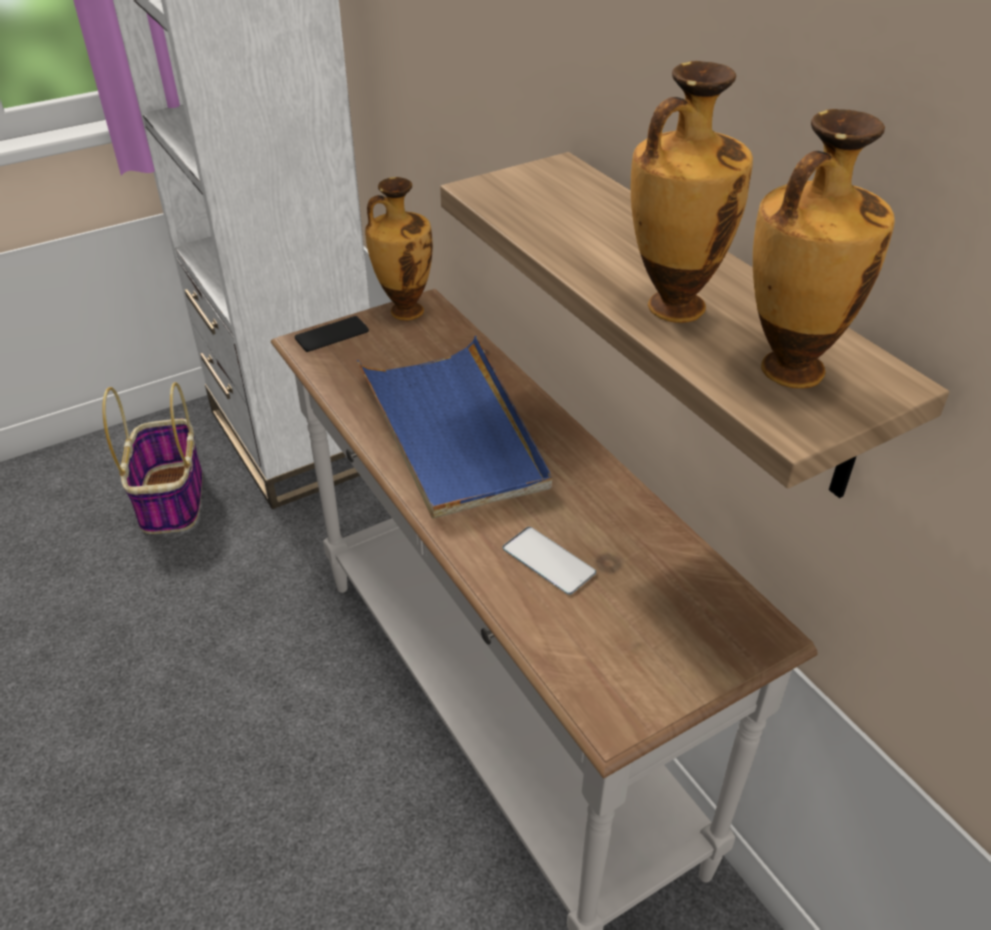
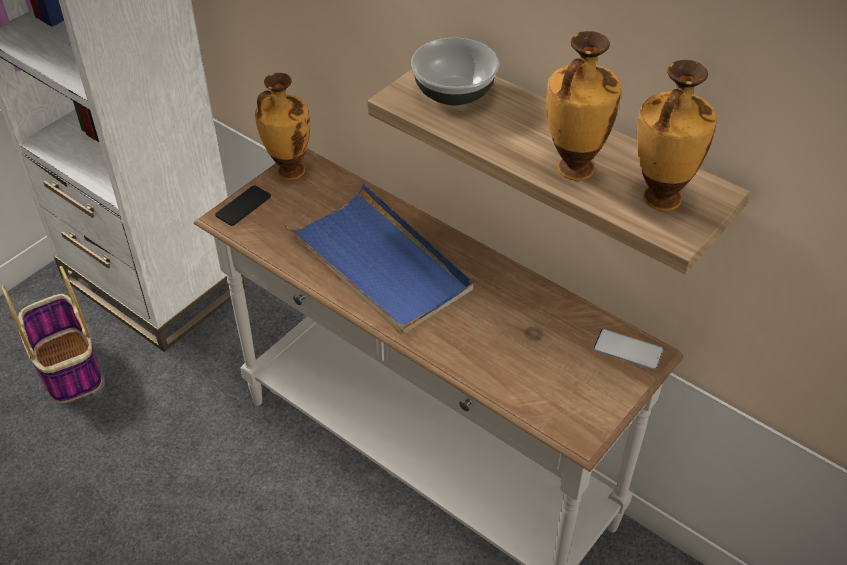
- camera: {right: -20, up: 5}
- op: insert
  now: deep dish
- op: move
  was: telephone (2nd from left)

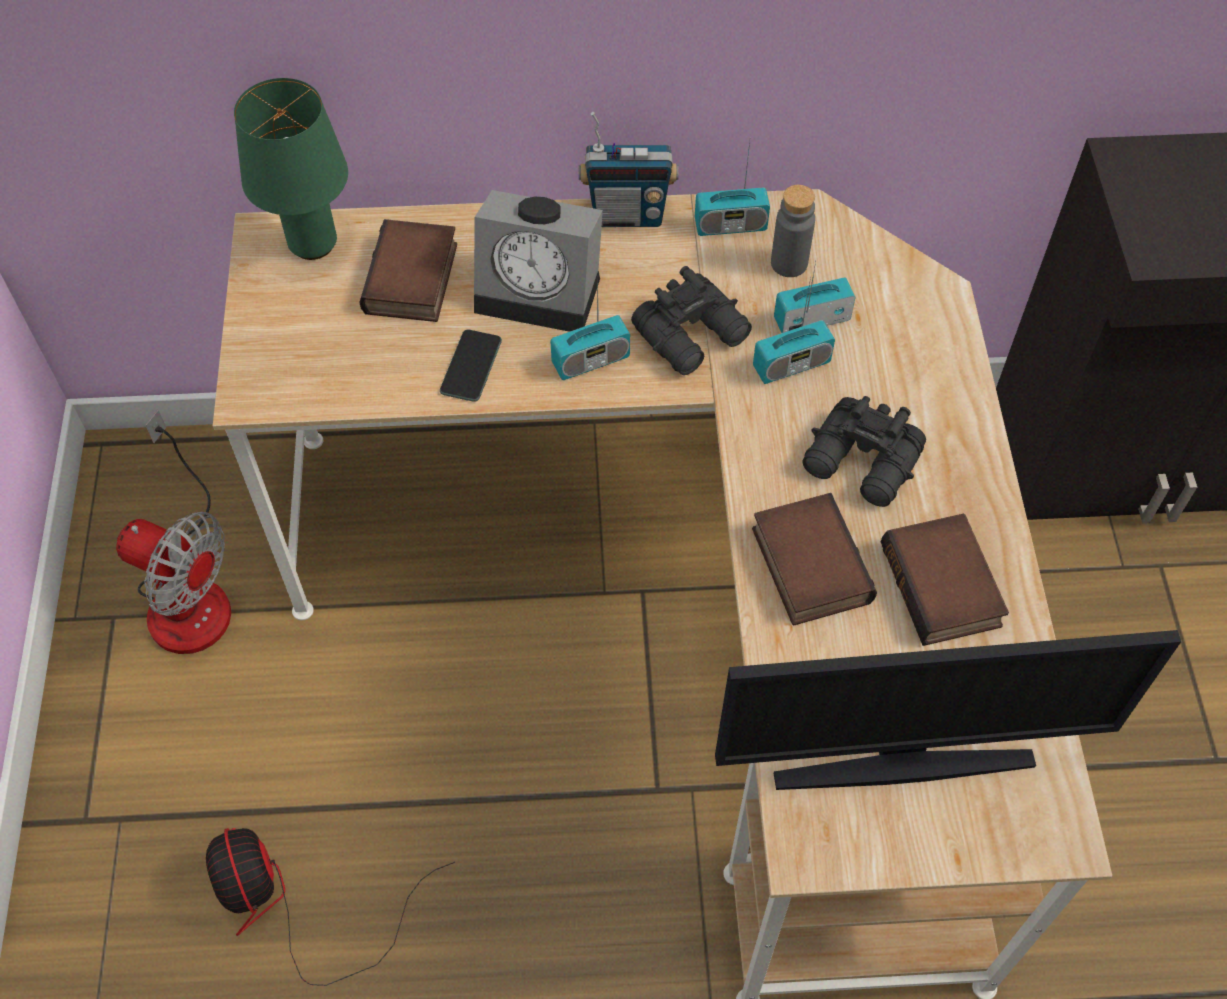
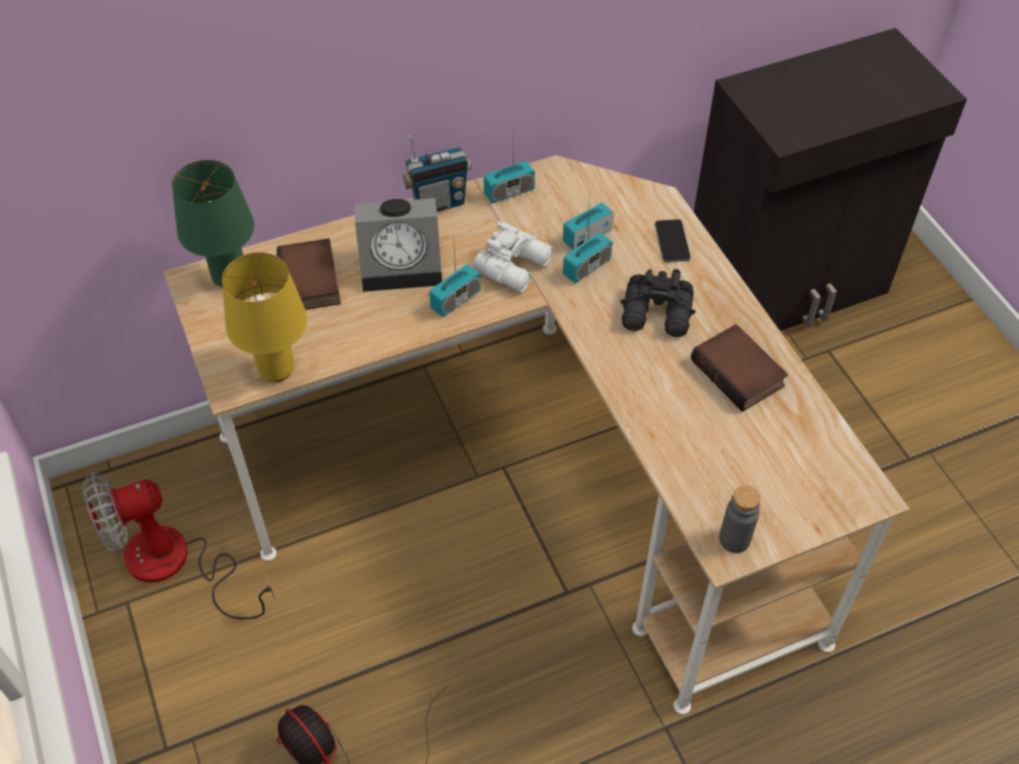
- camera: {right: -20, up: -5}
- op: rotate
  was: electric fan (1st from left)
  clockwise: 150
- op: insert
  now: yellow table lamp
- op: recolor
  was: black-coloured pair of binoculars (1st from left)
  now: white pair of binoculars
- op: move
  was: telephone
- op: move
  was: grey beverage bottle
- op: delete
  was: computer screen
- op: delete
  was: bound book (2nd from left)

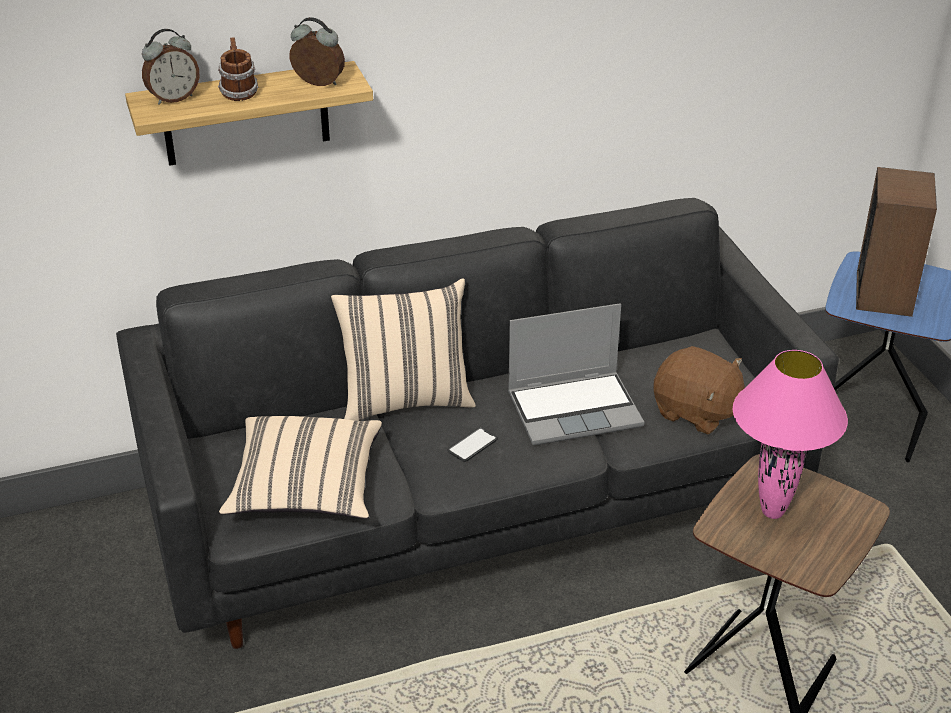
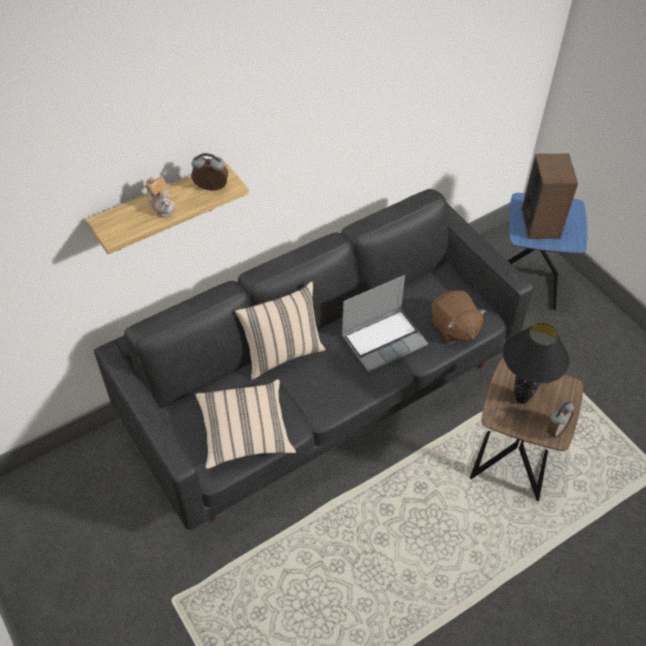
- camera: {right: -15, up: 15}
- op: replace
  was: coffee mug
  now: teapot
- op: rotate
  was: brown-coloured plush toy
  clockwise: 45
- op: recolor
  was: pinkish table lamp
  now: black-coloured table lamp
- op: move
  was: table clock (1st from left in the first image)
  now: table clock (2nd from left)
- op: delete
  was: telephone

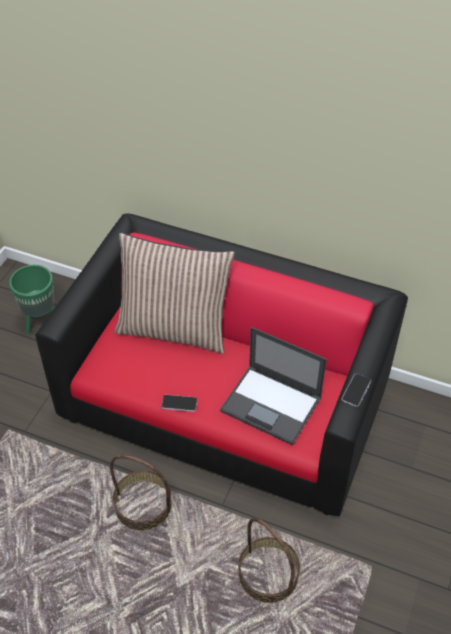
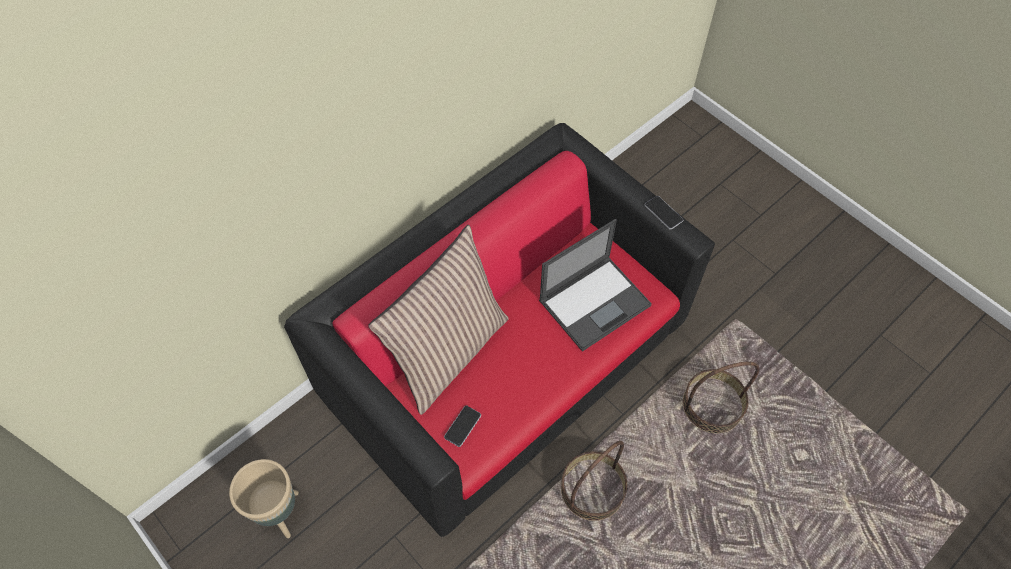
- camera: {right: -65, up: 10}
- op: recolor
  was: green-coloured flower pot
  now: beige flower pot
- op: move
  was: telephone (1st from left)

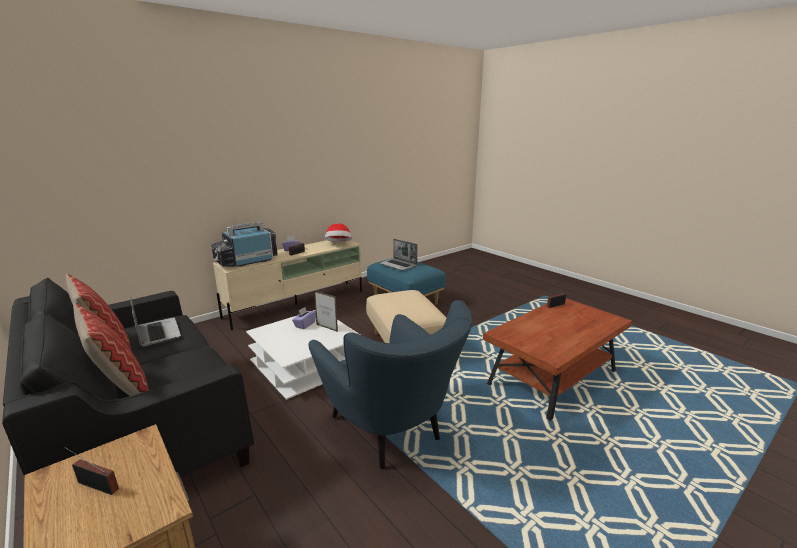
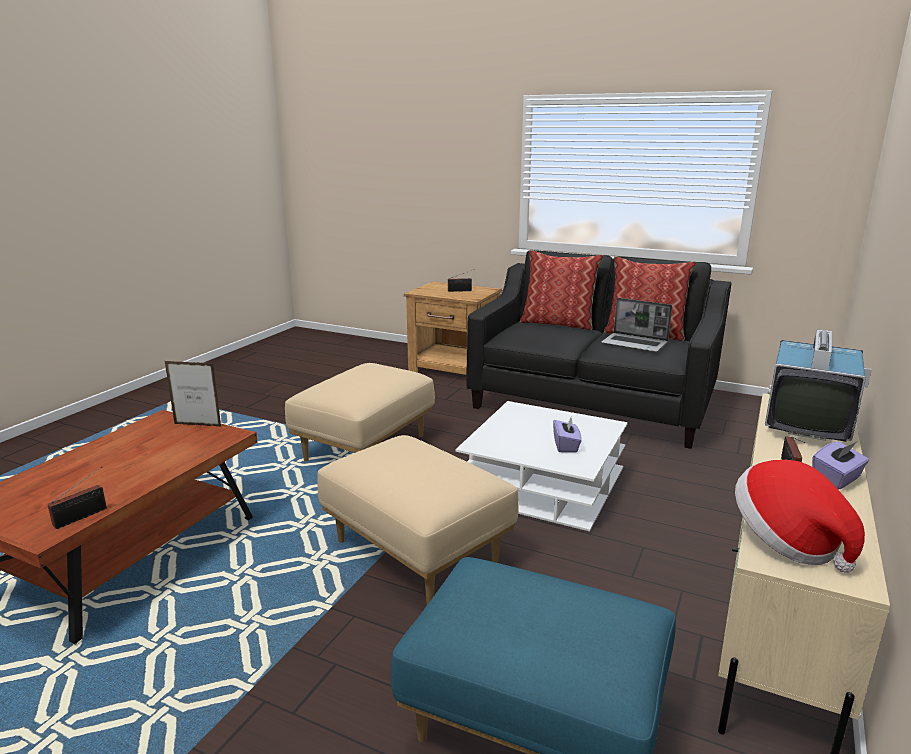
- camera: {right: 155, up: 0}
- op: move
  was: picture frame
- op: replace
  was: blue-coloured easy chair
  now: beige ottoman (1st from left)
- op: delete
  was: notebook computer (2nd from left)

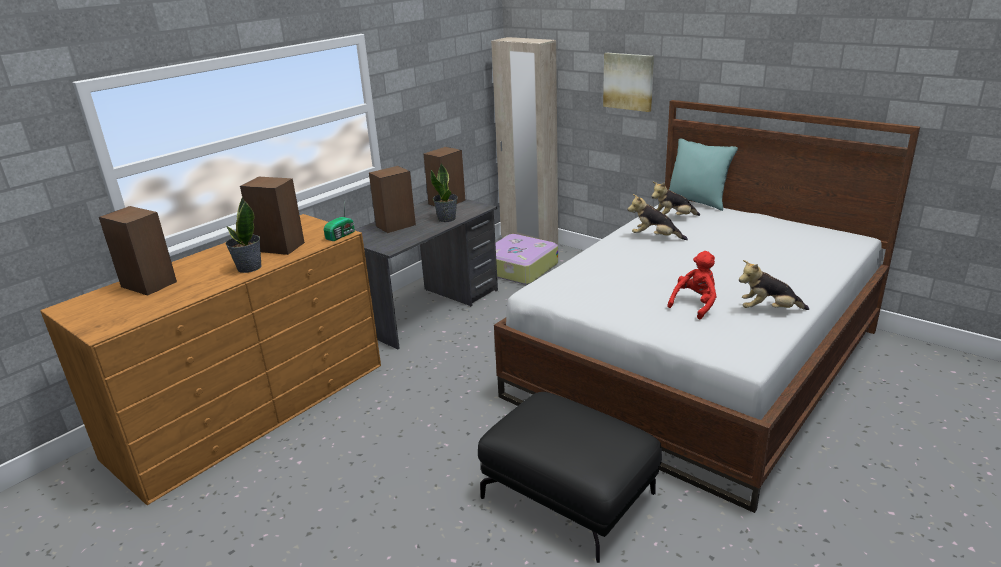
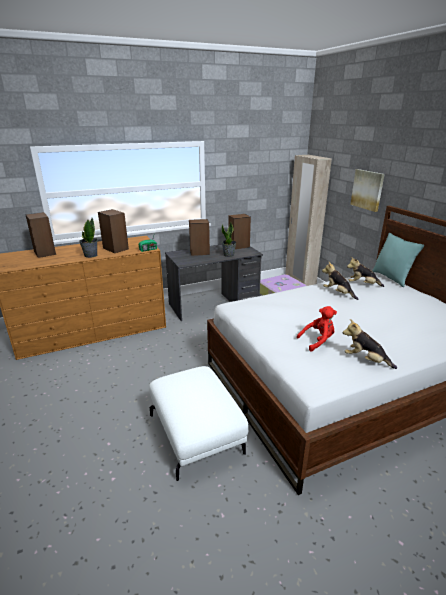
- camera: {right: 25, up: 0}
- op: recolor
  was: black-coloured ottoman
  now: white ottoman

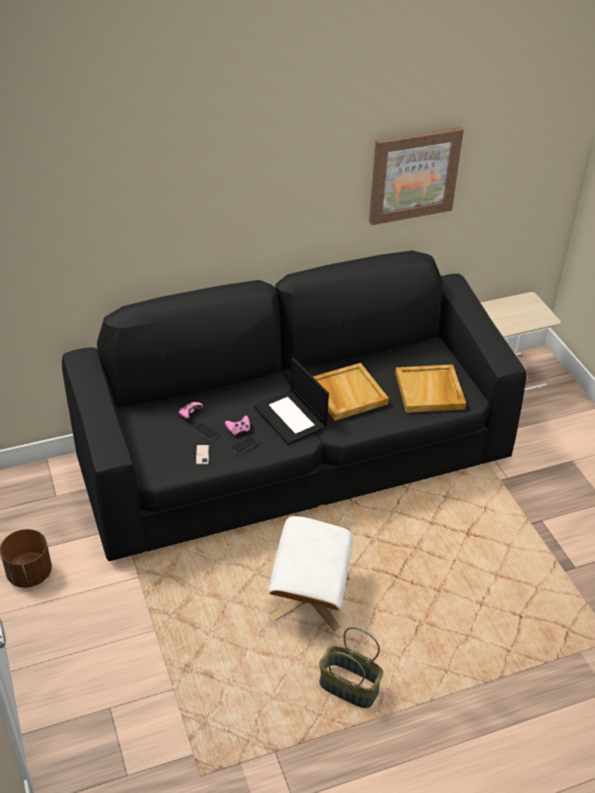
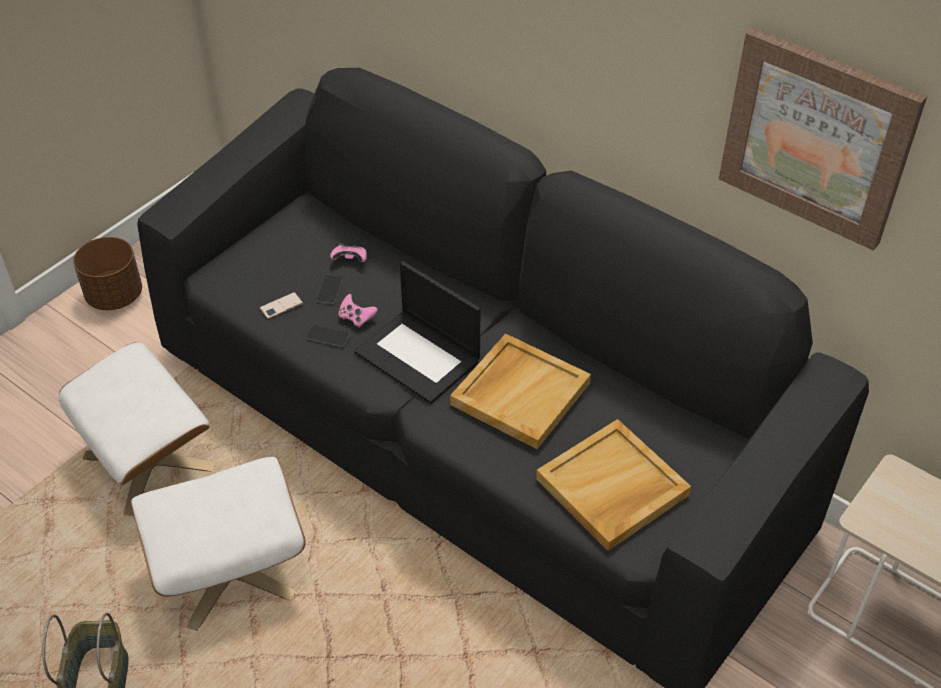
- camera: {right: 60, up: 5}
- op: insert
  now: white ottoman (1st from left)
- op: rotate
  was: notebook computer
  clockwise: -75

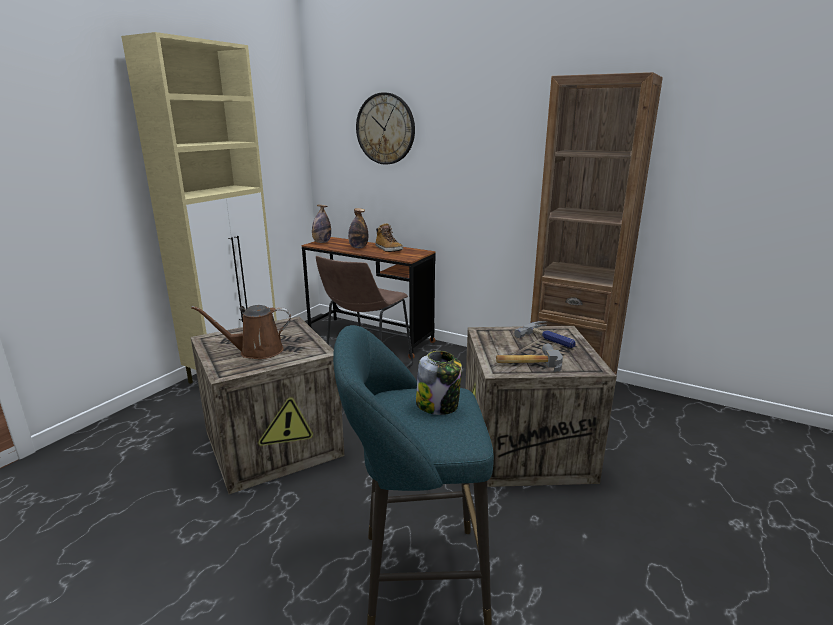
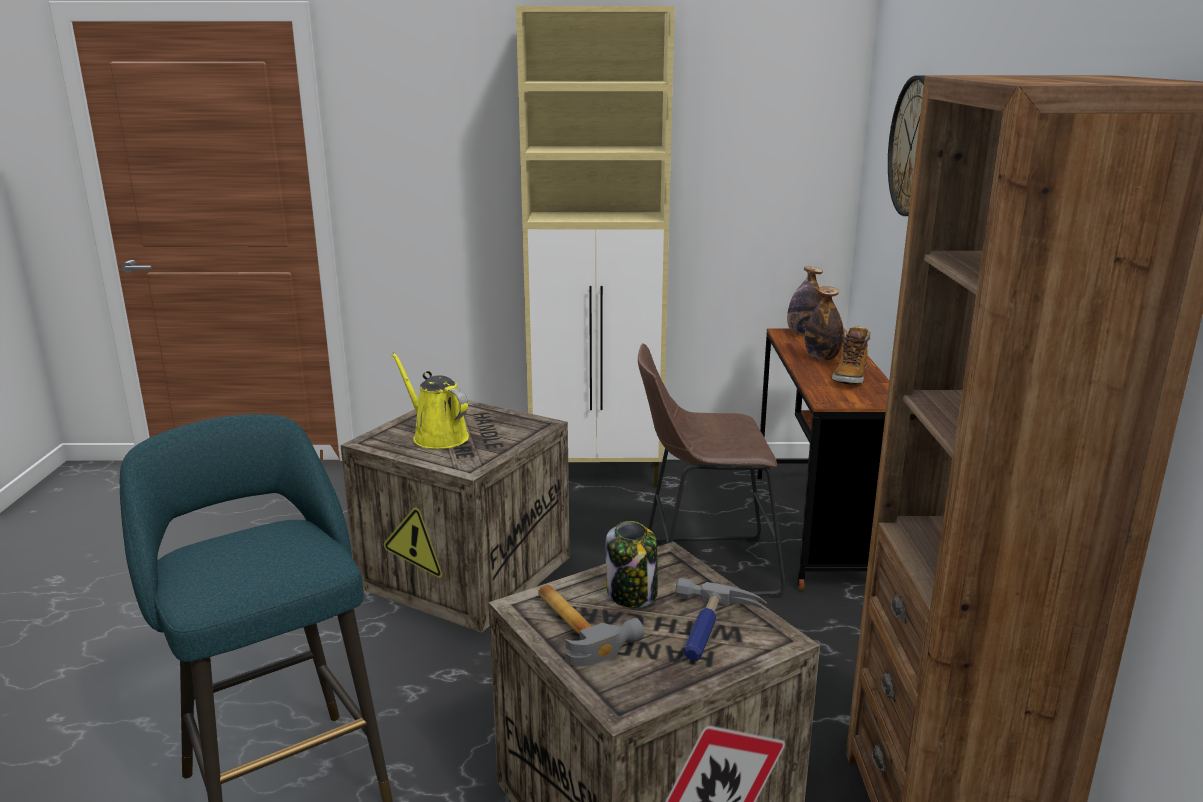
- camera: {right: 60, up: 0}
- op: recolor
  was: brown-coloured watering can
  now: yellow watering can
- op: move
  was: jar

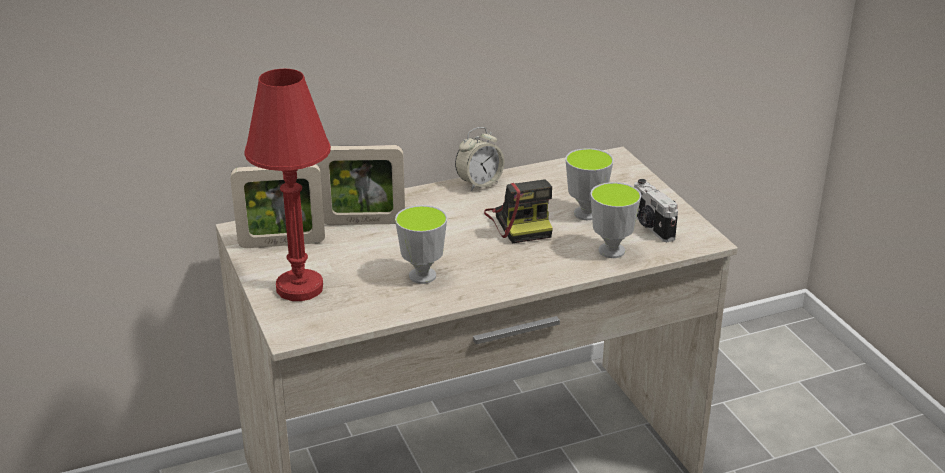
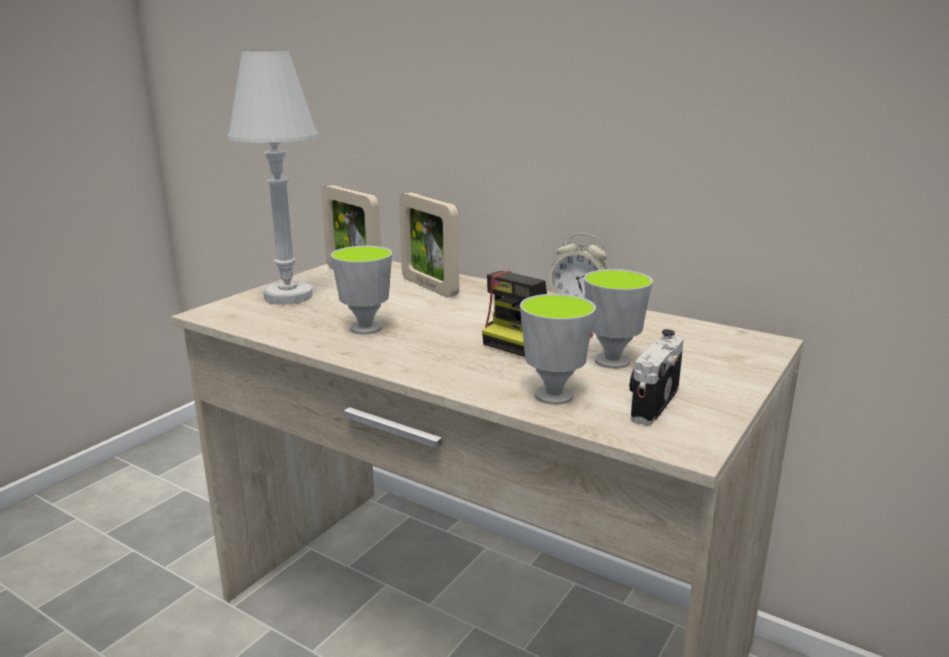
- camera: {right: 55, up: -10}
- op: recolor
  was: red-coloured table lamp
  now: white table lamp

